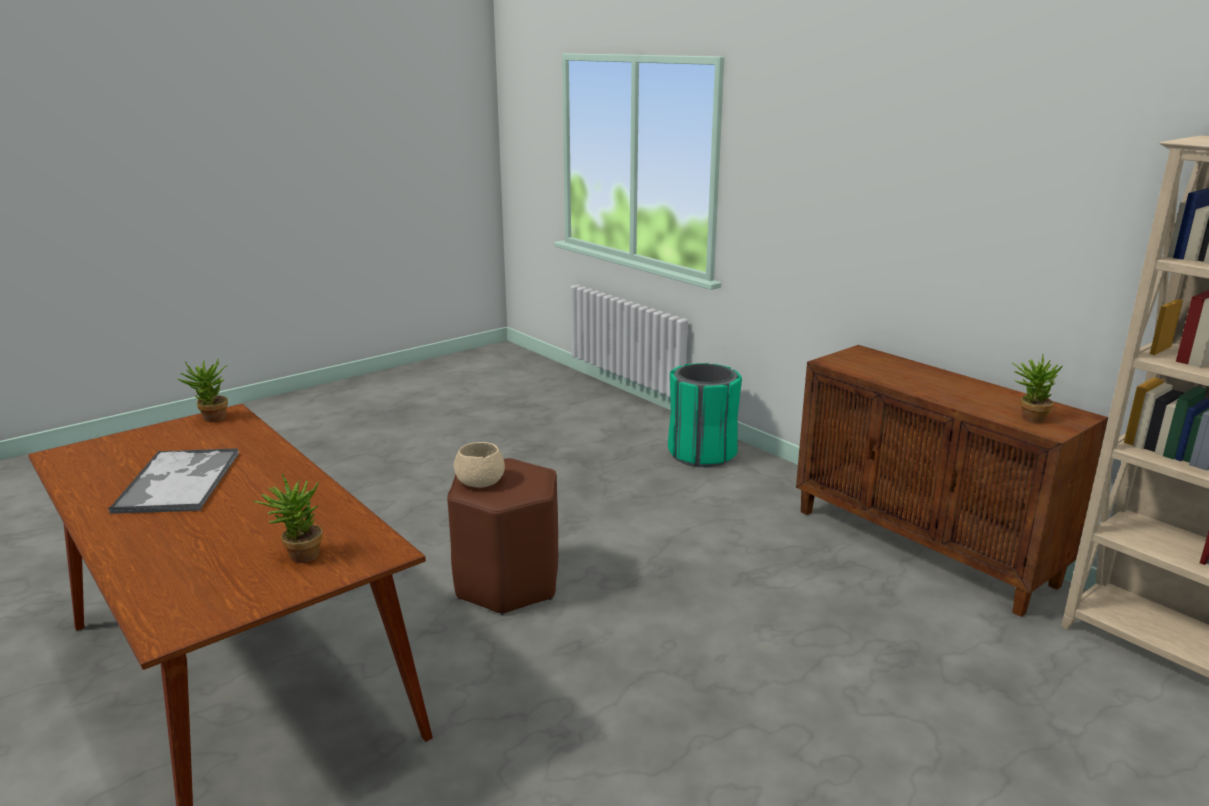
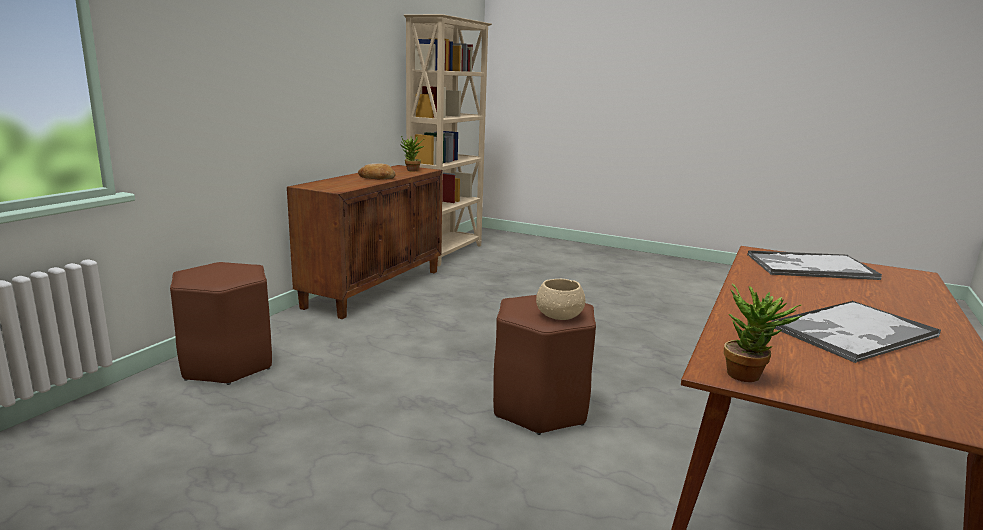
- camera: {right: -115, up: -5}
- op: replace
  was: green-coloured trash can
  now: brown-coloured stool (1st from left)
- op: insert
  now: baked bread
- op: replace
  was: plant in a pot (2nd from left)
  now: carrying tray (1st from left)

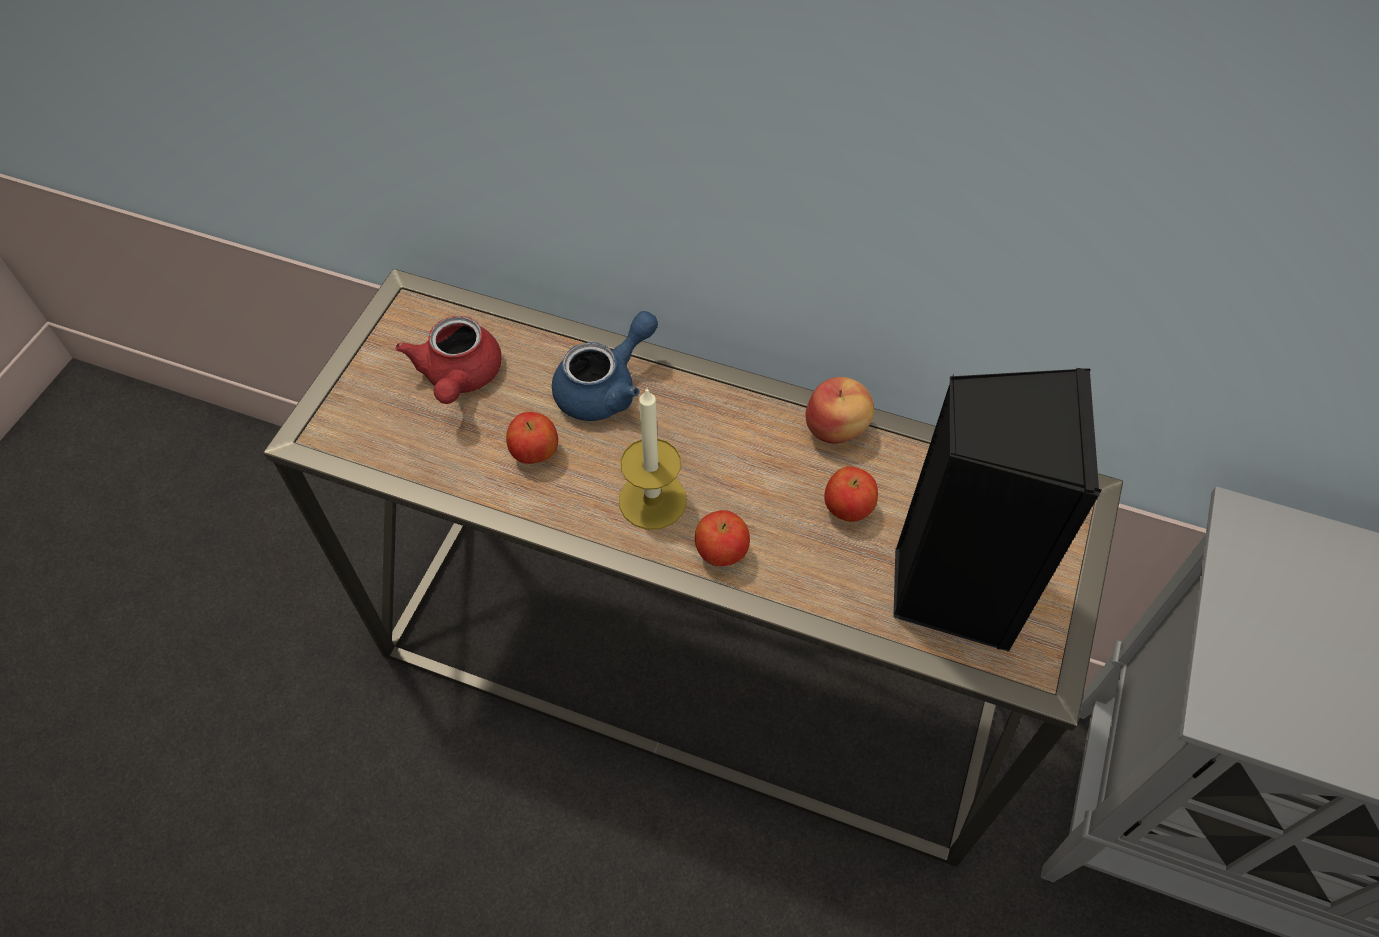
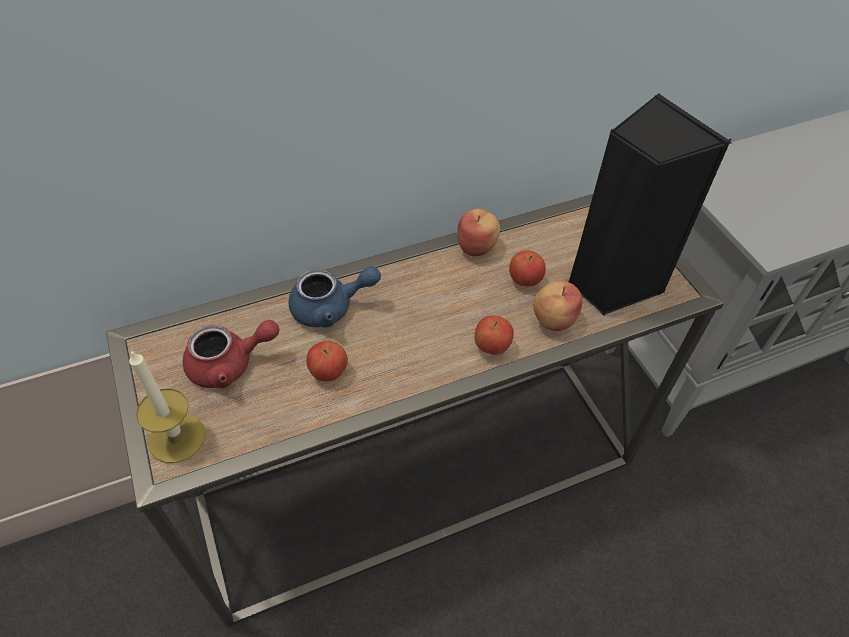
- camera: {right: -45, up: -5}
- op: move
  was: candle
- op: rotate
  was: red-coloured teapot
  clockwise: -60
- op: rotate
  was: blue-coloured teapot
  clockwise: 75
- op: insert
  now: apple (5th from left)

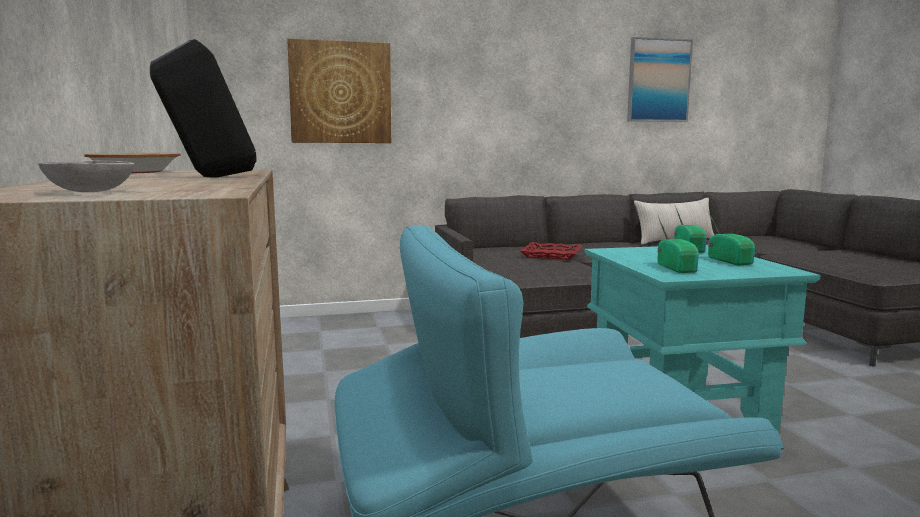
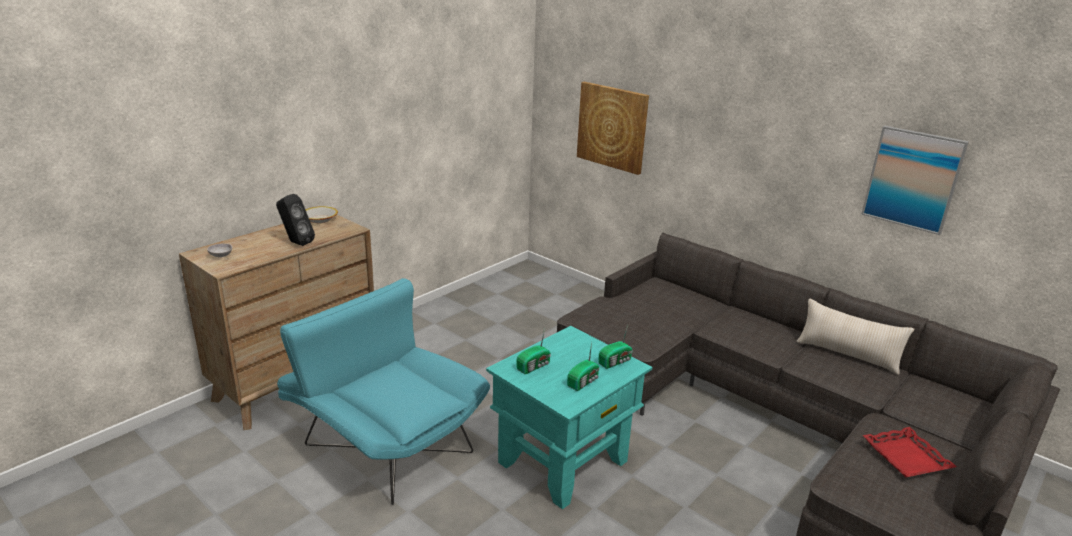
- camera: {right: 55, up: 15}
- op: move
  was: red-coloured carrying tray

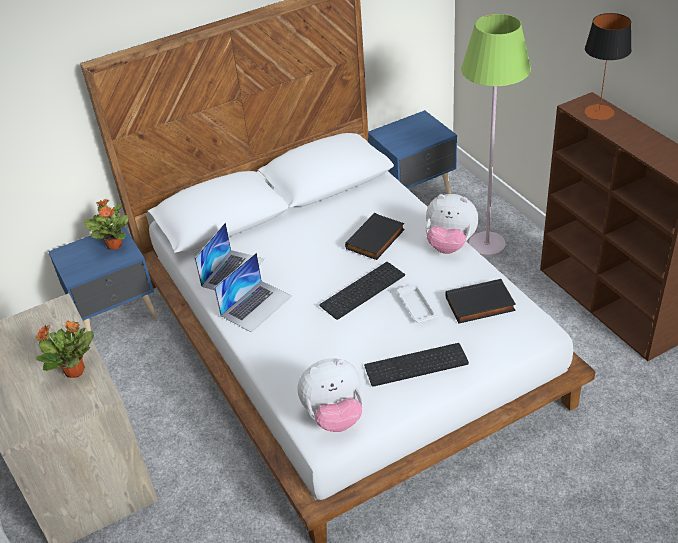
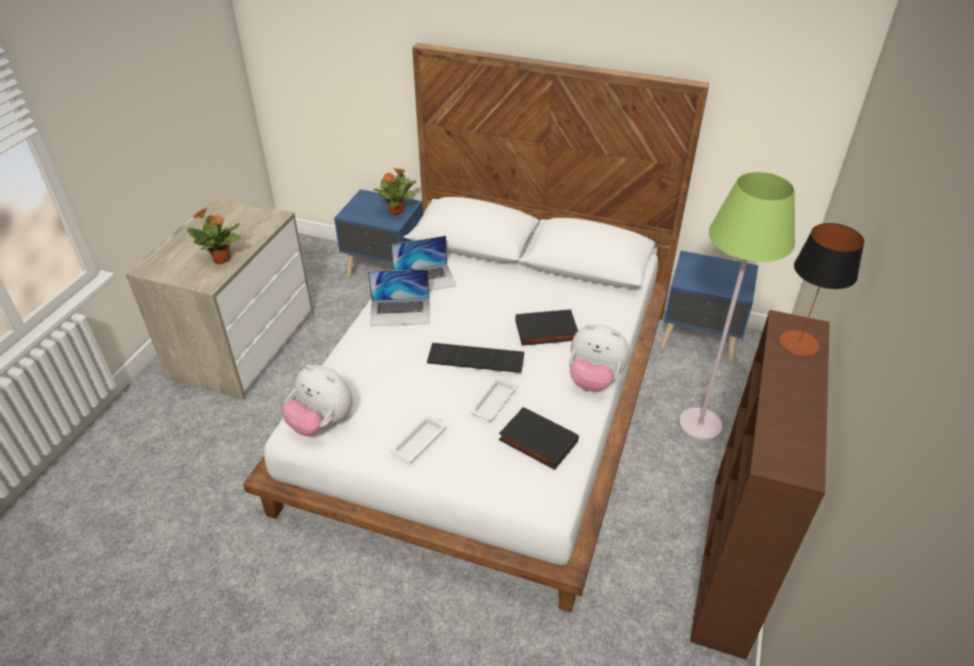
- camera: {right: 45, up: 0}
- op: replace
  was: PC keyboard (2nd from left)
  now: white carrying tray (1st from left)
- op: rotate
  was: plush toy (2nd from left)
  clockwise: -45

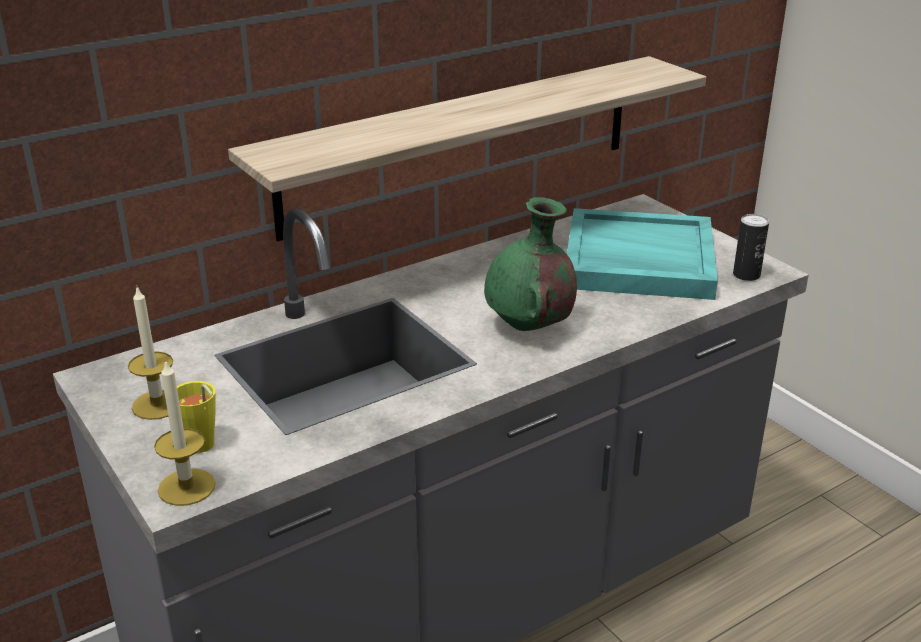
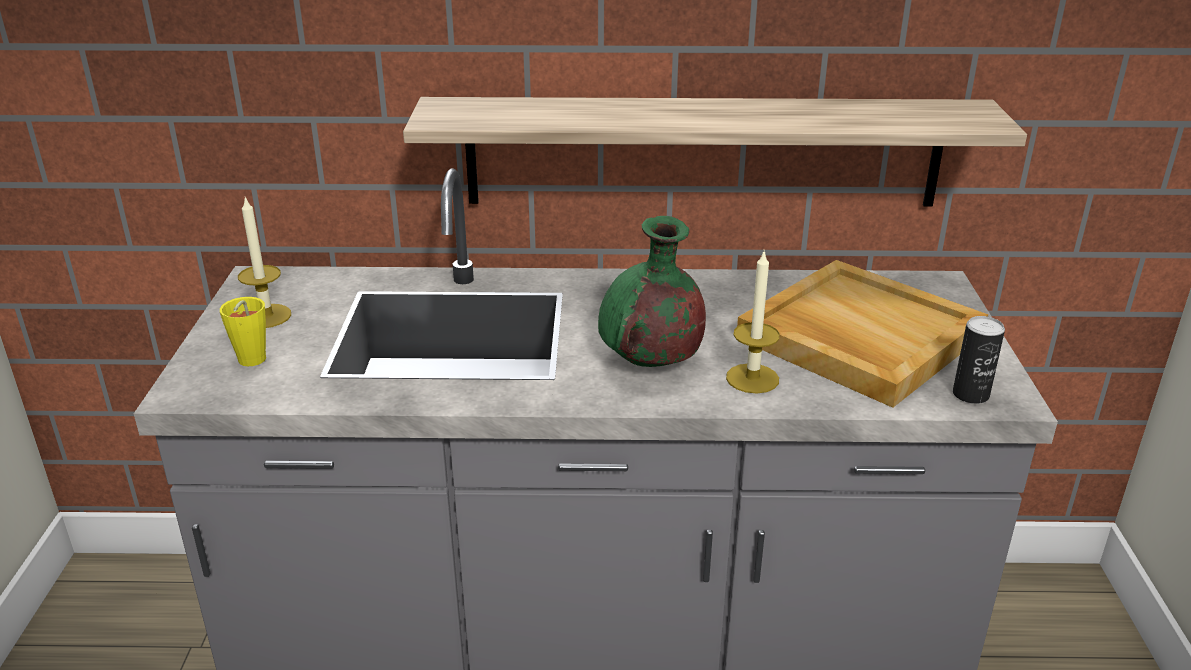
- camera: {right: 35, up: 0}
- op: move
  was: candle (2nd from left)
- op: recolor
  was: turquoise-coloured carrying tray
  now: beige carrying tray

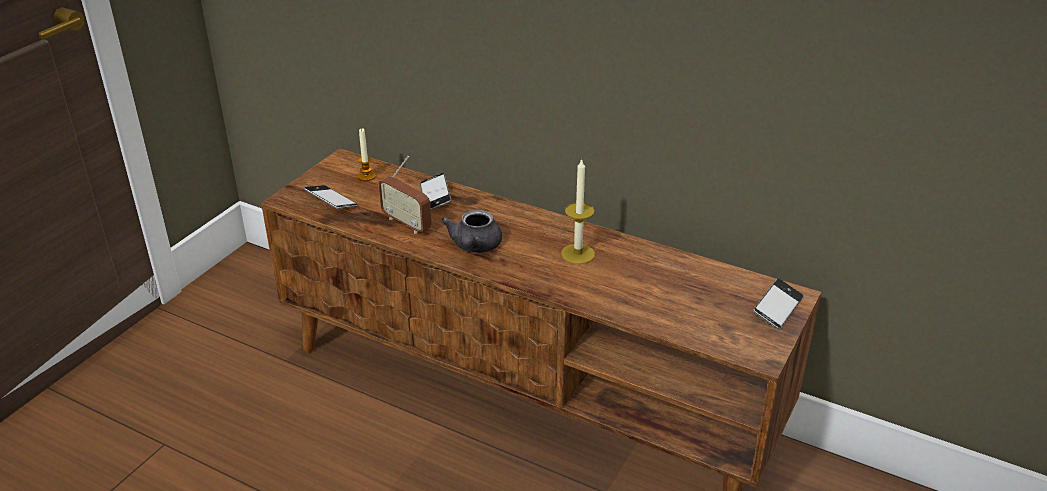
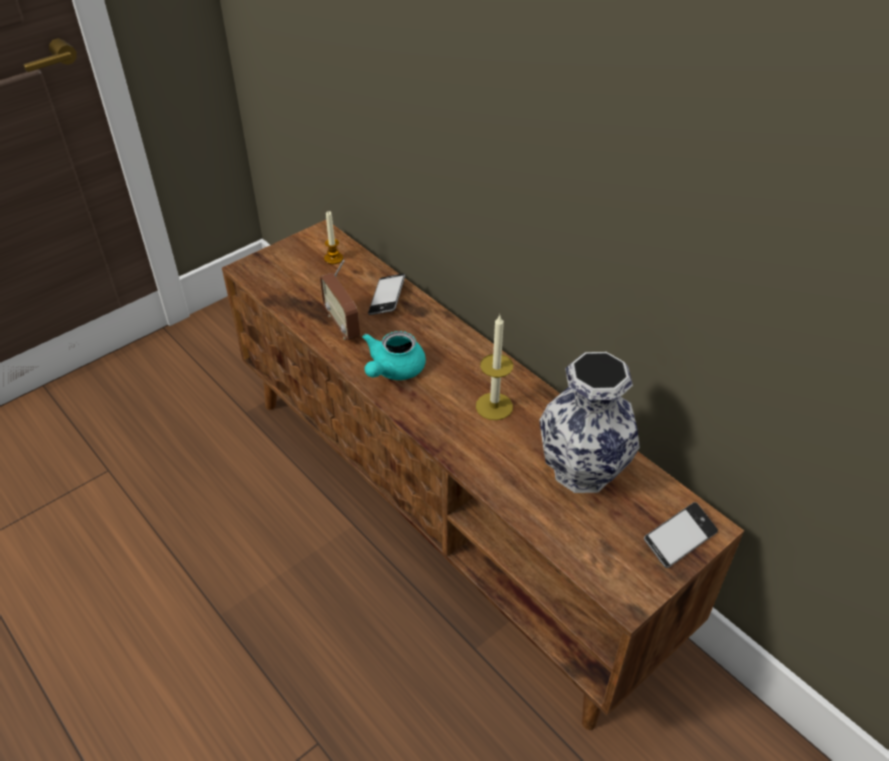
- camera: {right: 20, up: 10}
- op: recolor
  was: grey teapot
  now: turquoise-coloured teapot
- op: insert
  now: vase
- op: delete
  was: telephone (1st from left)

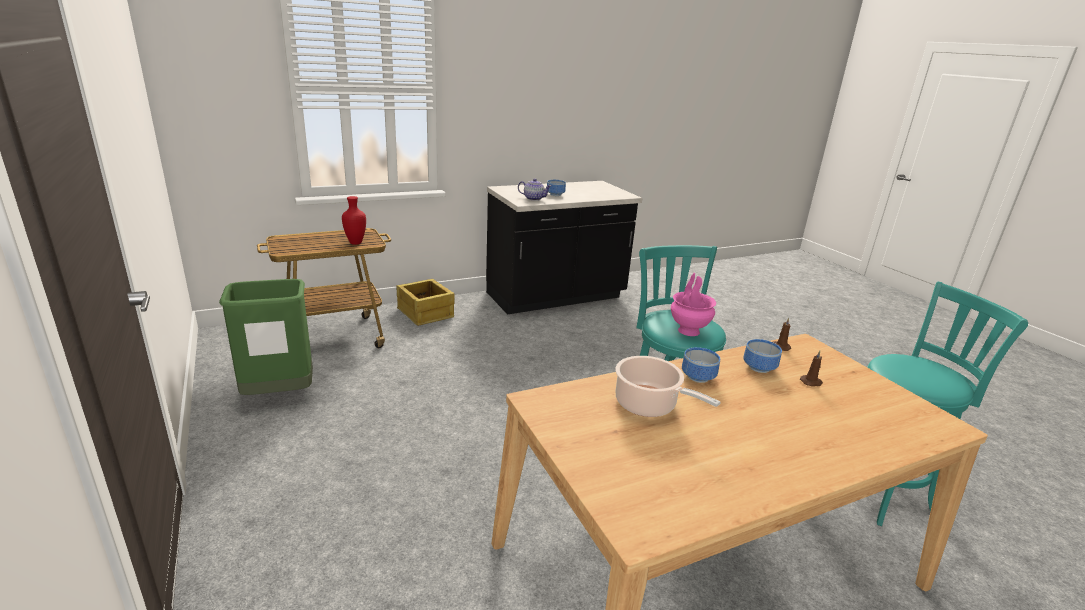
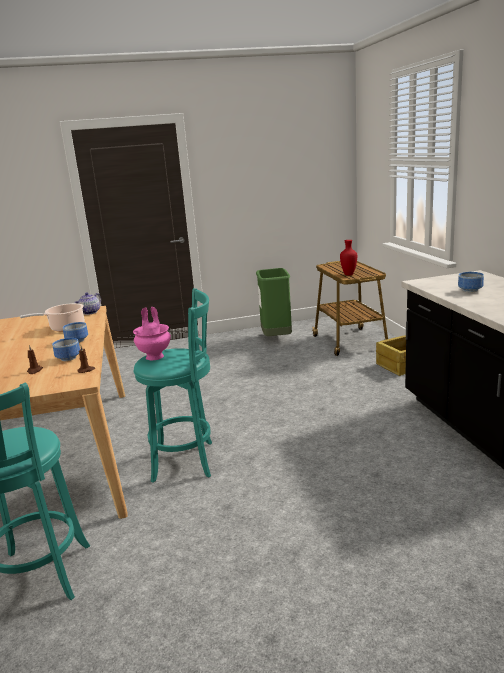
- camera: {right: 105, up: -5}
- op: move
  was: teapot

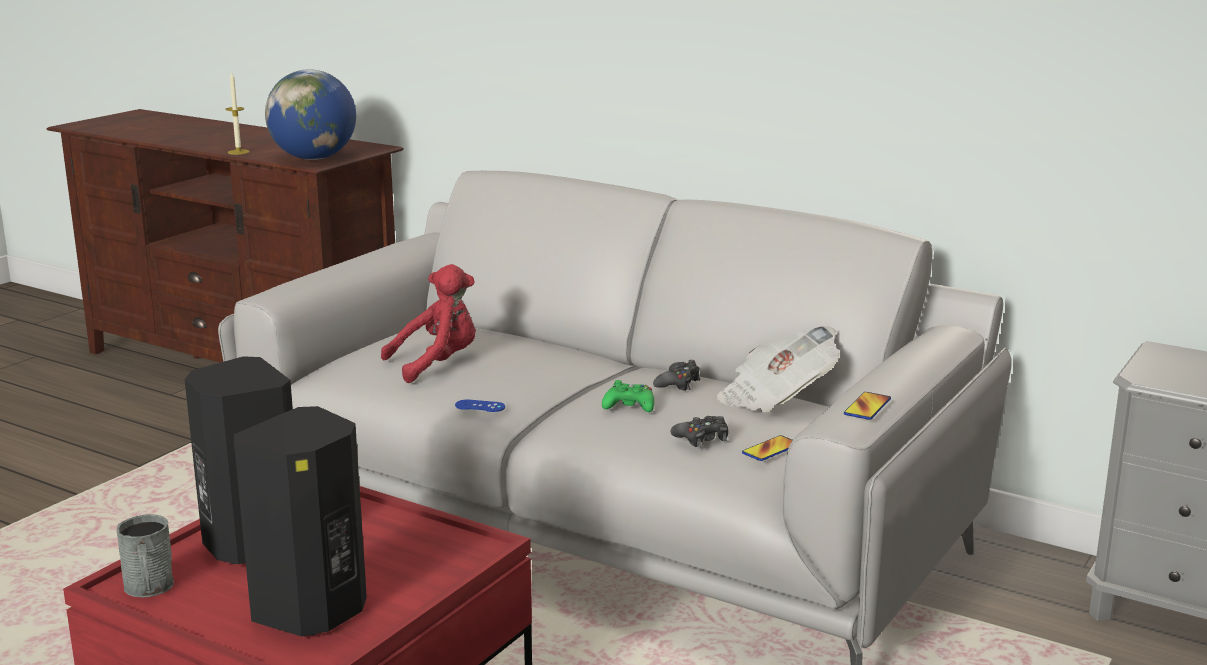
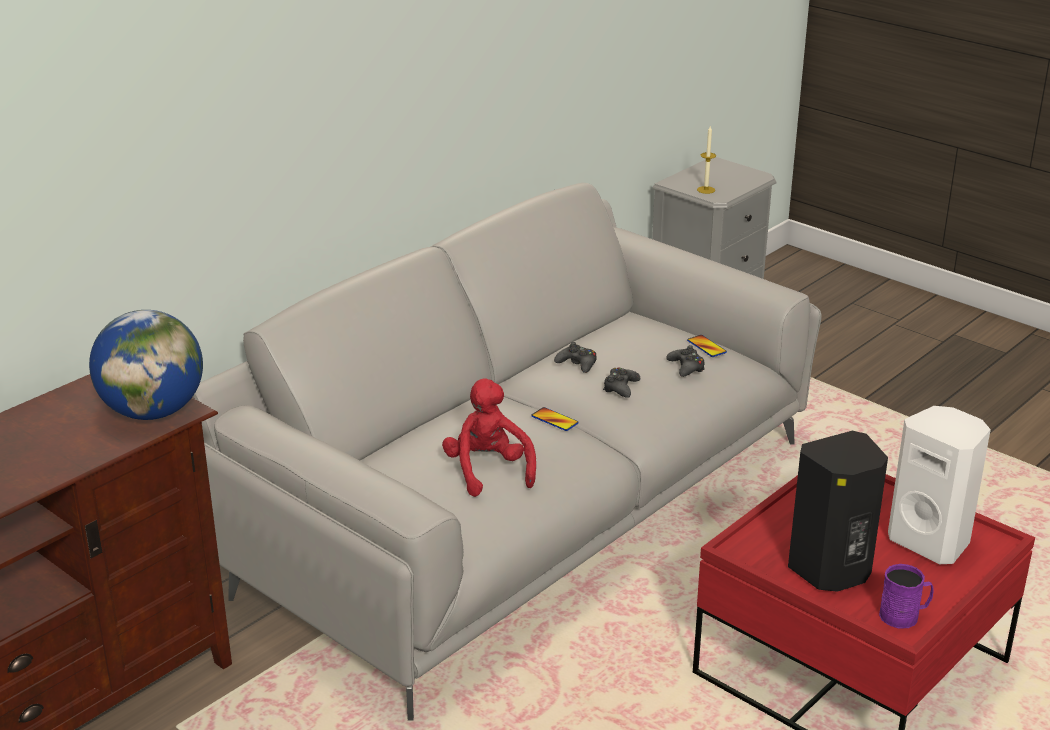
- camera: {right: -80, up: 10}
- op: move
  was: telephone (2nd from left in the first image)
  now: telephone (1st from left)
- op: recolor
  was: green-coloured game controller
  now: black-coloured game controller (2nd from left)
- op: move
  was: candle
- op: recolor
  was: grey coffee mug
  now: purplish coffee mug
- op: recolor
  was: black-coloured audio speaker (2nd from left)
  now: white audio speaker
- op: delete
  was: blue-coloured game controller
- op: delete
  was: newspaper

